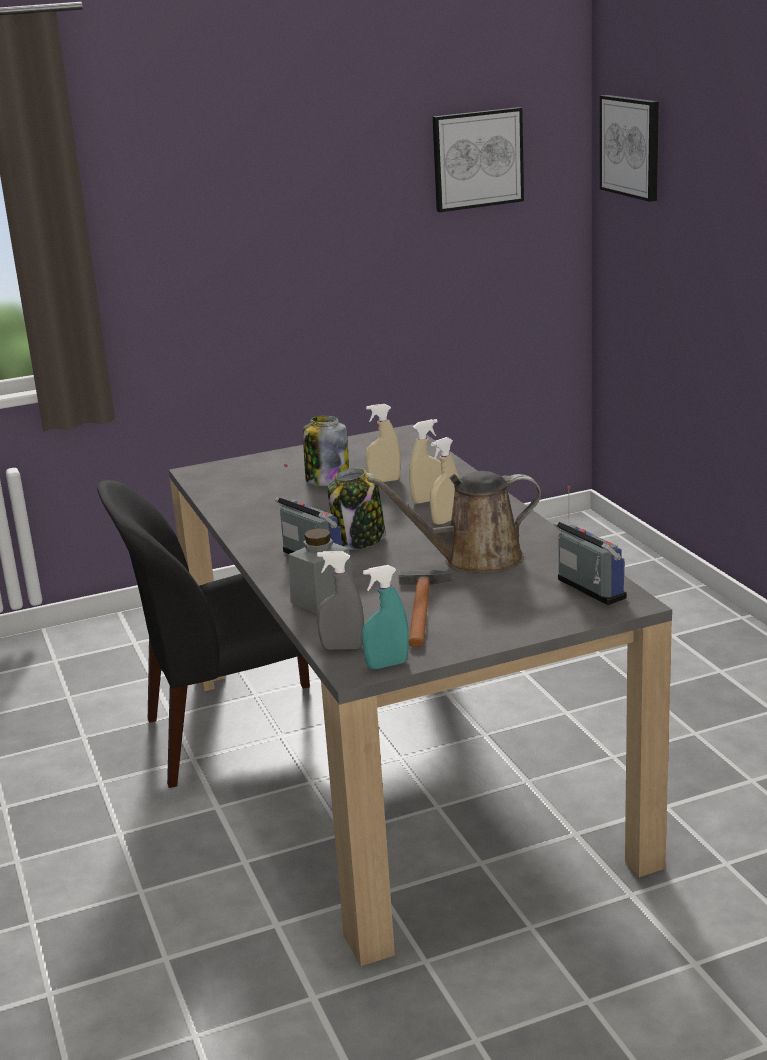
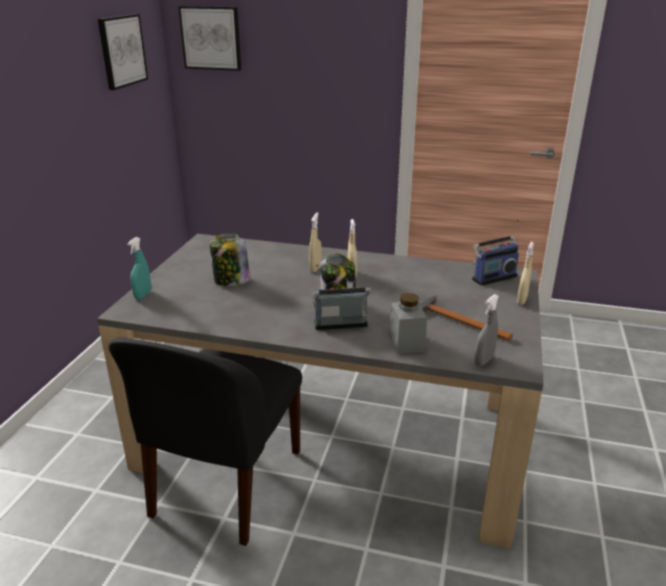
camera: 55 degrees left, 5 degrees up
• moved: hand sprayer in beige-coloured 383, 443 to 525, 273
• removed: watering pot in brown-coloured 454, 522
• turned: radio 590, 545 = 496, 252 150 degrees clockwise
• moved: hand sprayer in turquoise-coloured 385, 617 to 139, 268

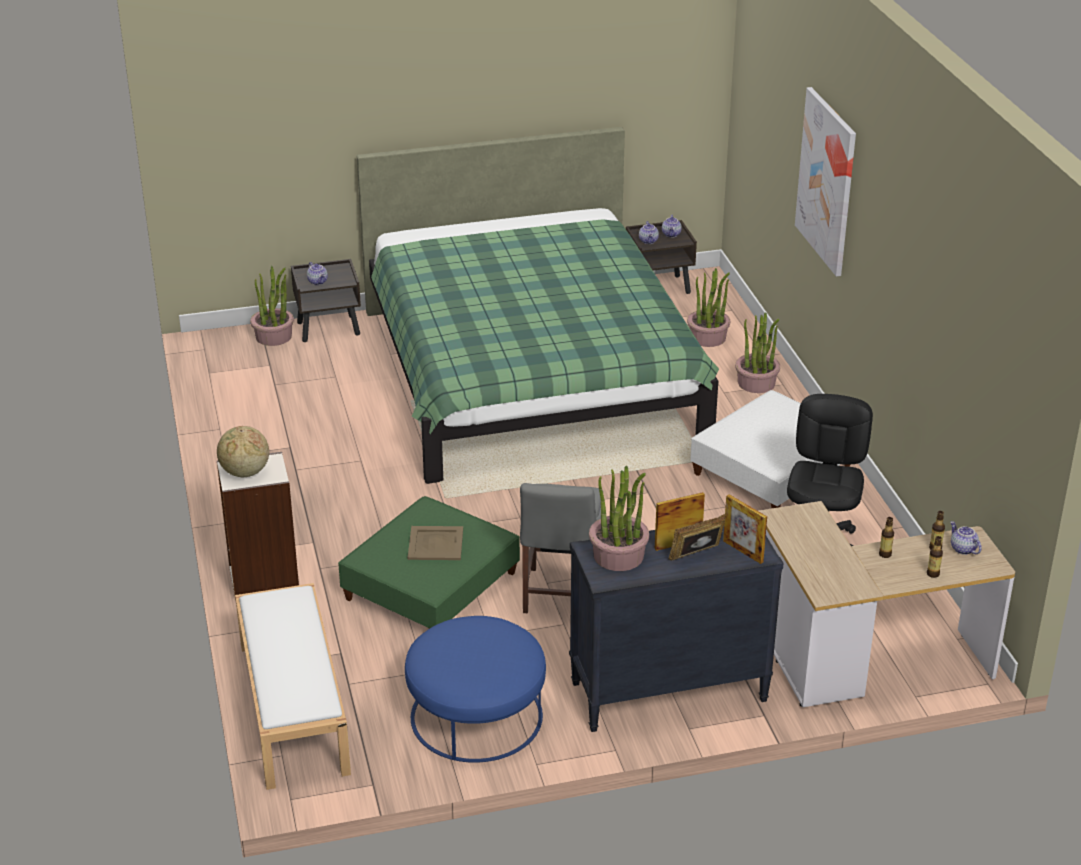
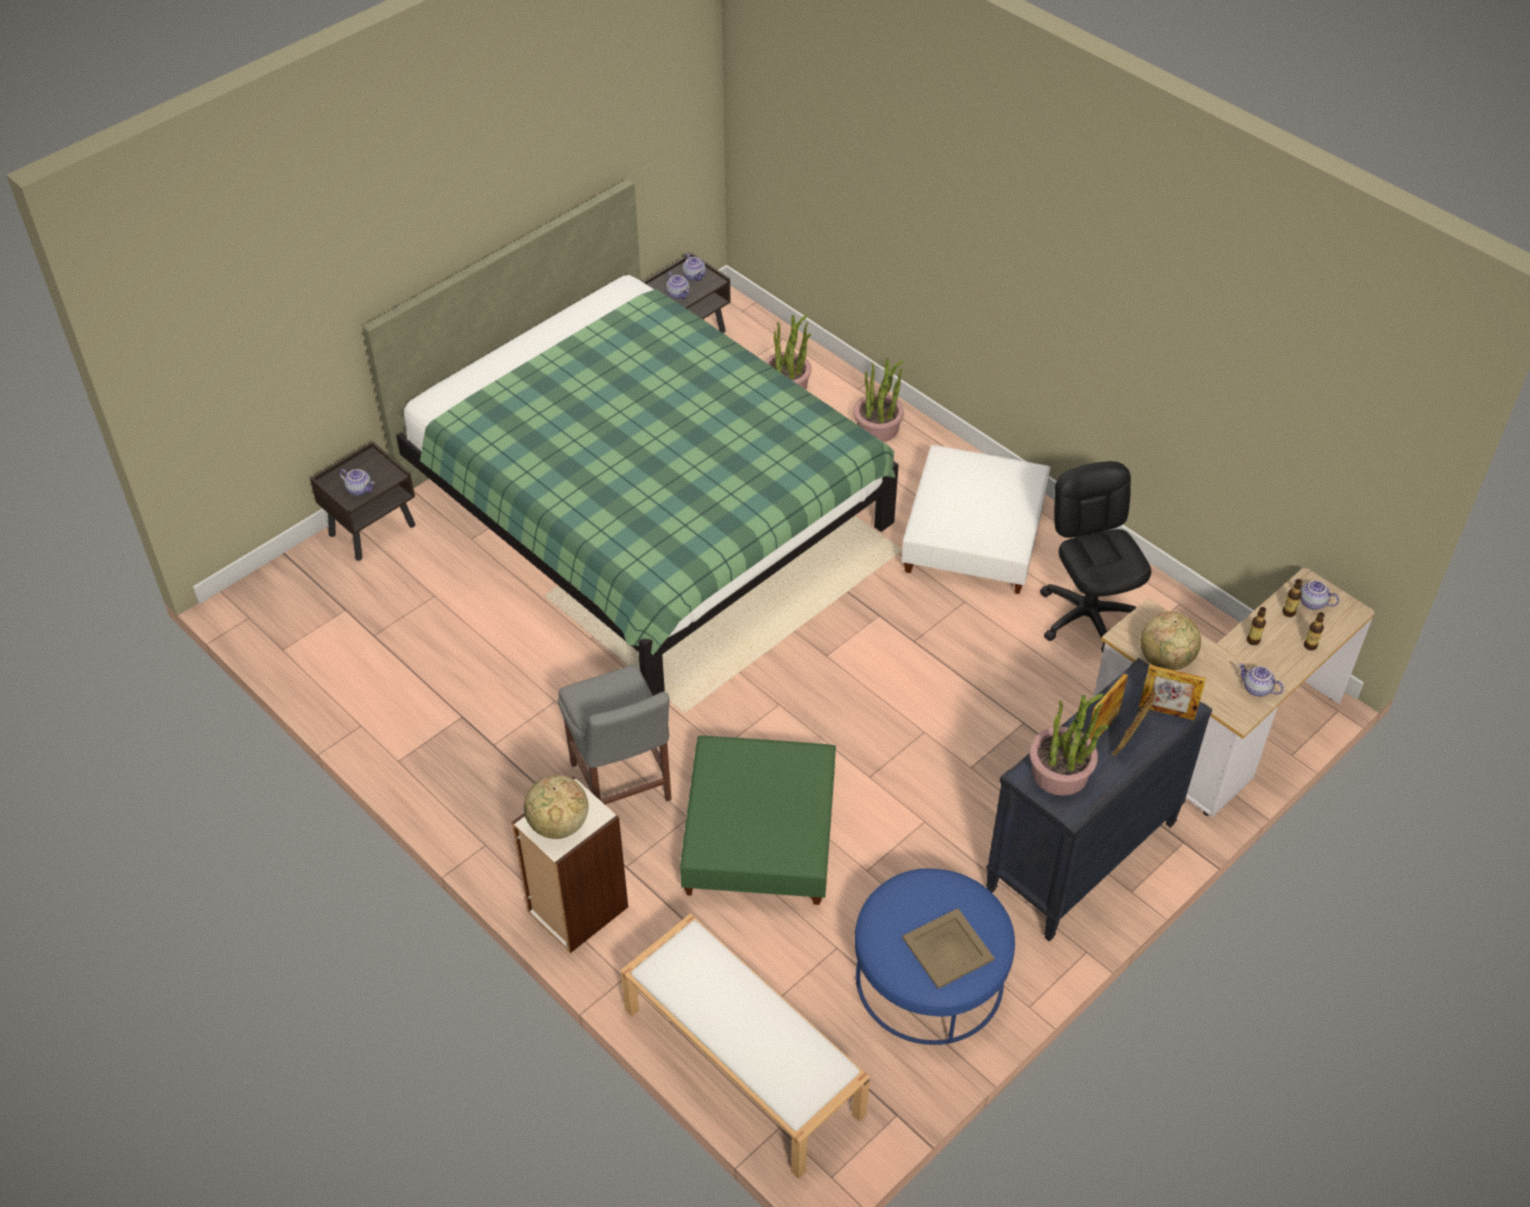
camera: 30 degrees left, 15 degrees up
• removed: picture 825, 182
• removed: plant in a pot 272, 306
• moved: plain chair in gray 562, 548 to 615, 735
• moved: carrying tray in beige-coloured 435, 543 to 948, 948
• added: world globe 1171, 641
• added: tea pot 1261, 679

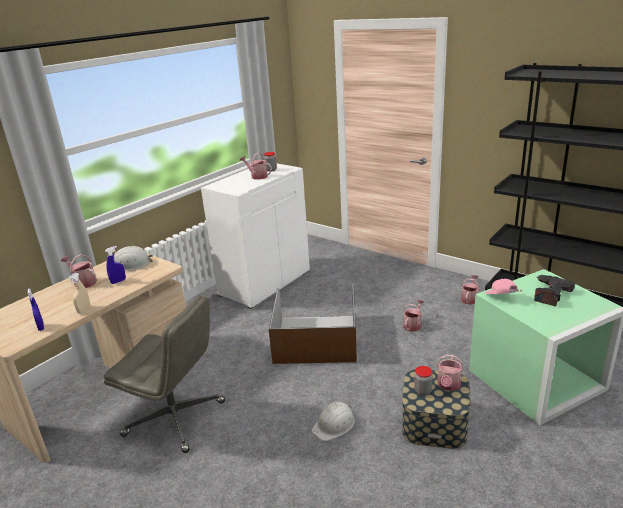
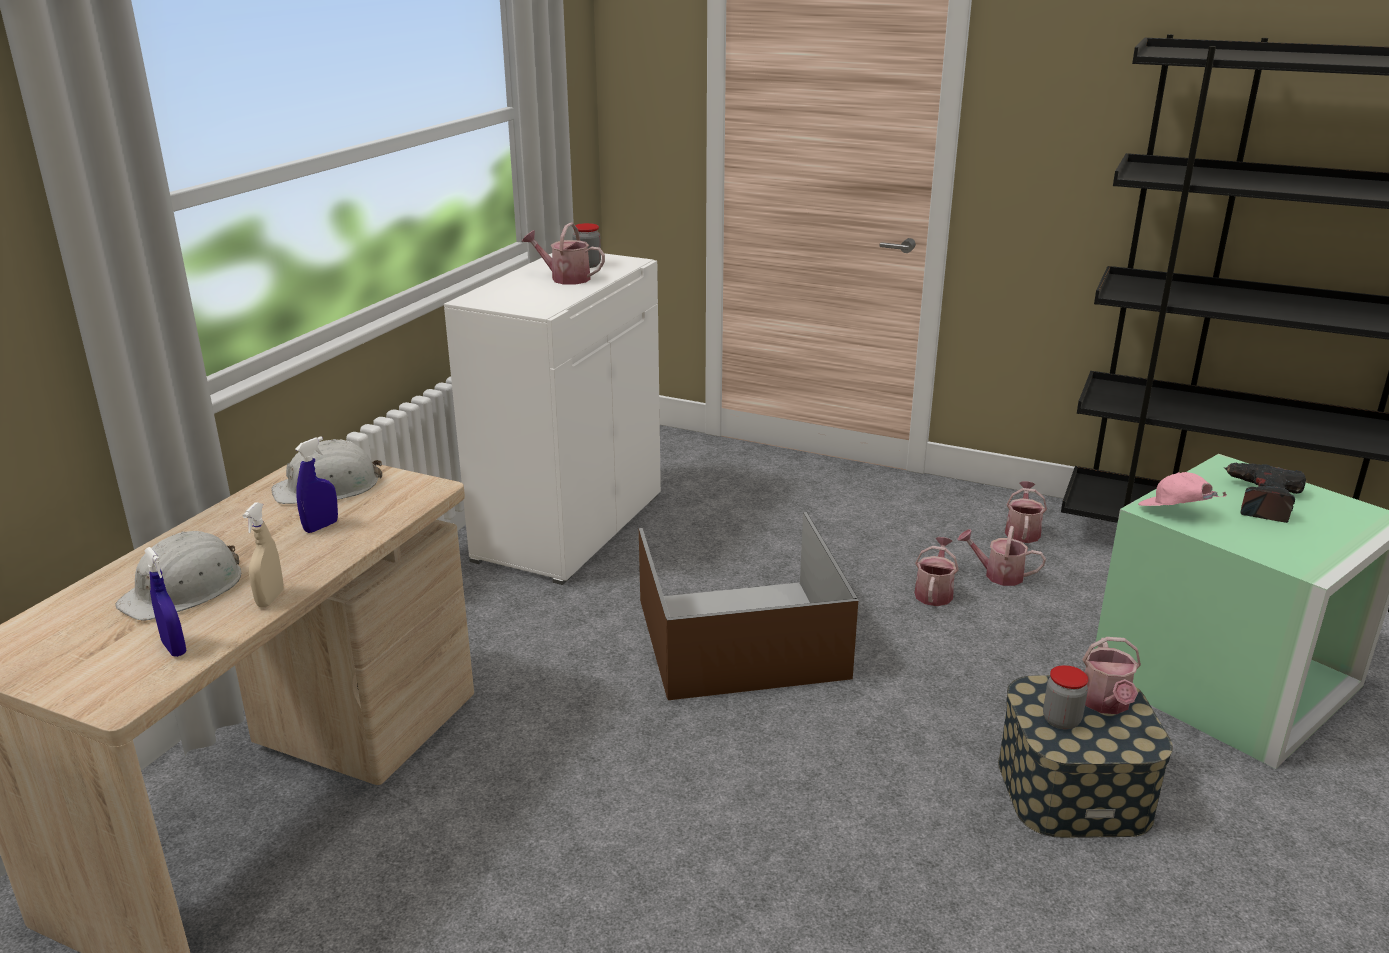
camera: 15 degrees left, 0 degrees up
• moved: watering pot 79, 271 to 1001, 556
• removed: computer chair in gray 164, 374
• moved: safety helmet in white-coloured 333, 421 to 178, 575

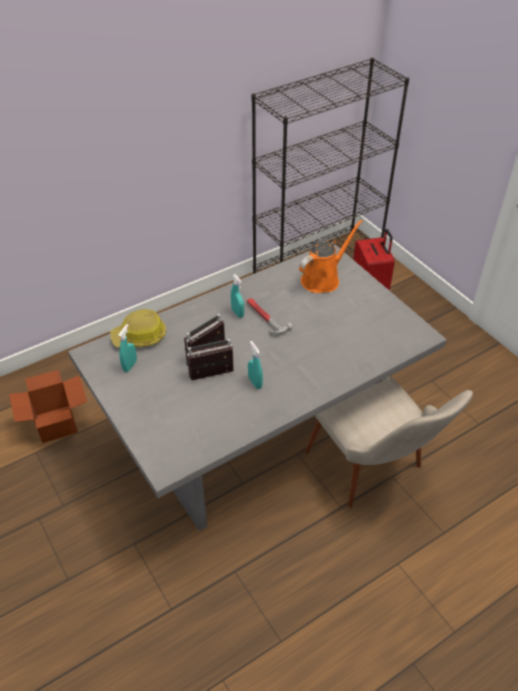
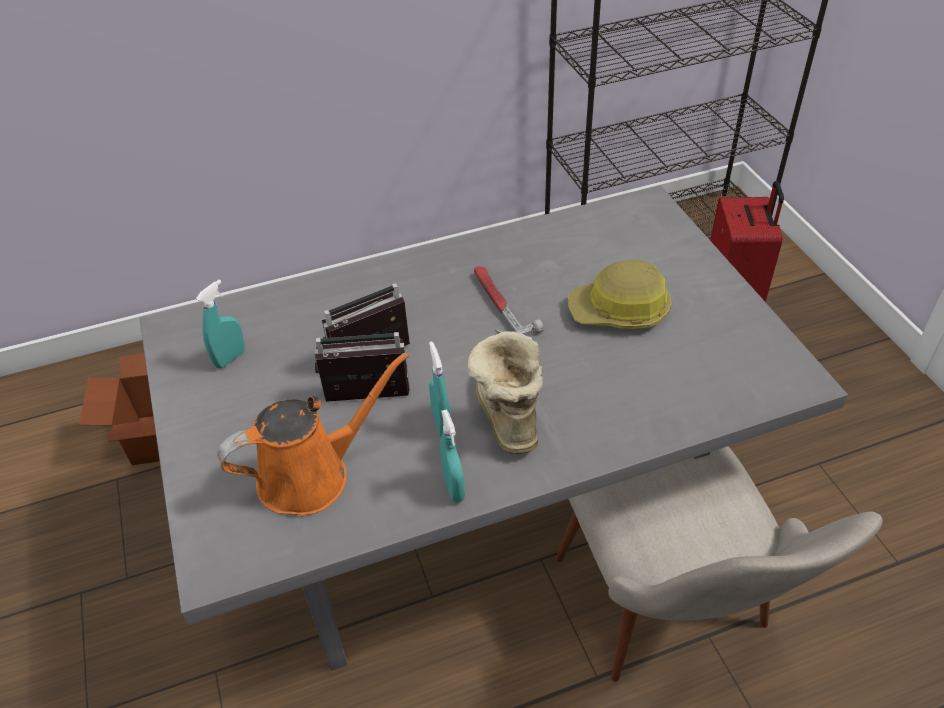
camera: 15 degrees right, 0 degrees up
• moved: watering pot in orange 331, 256 to 313, 433
• moved: hand sprayer in turquoise-coloured 237, 296 to 452, 456
• moved: safety helmet 138, 328 to 619, 294
• added: high-top boot 505, 392

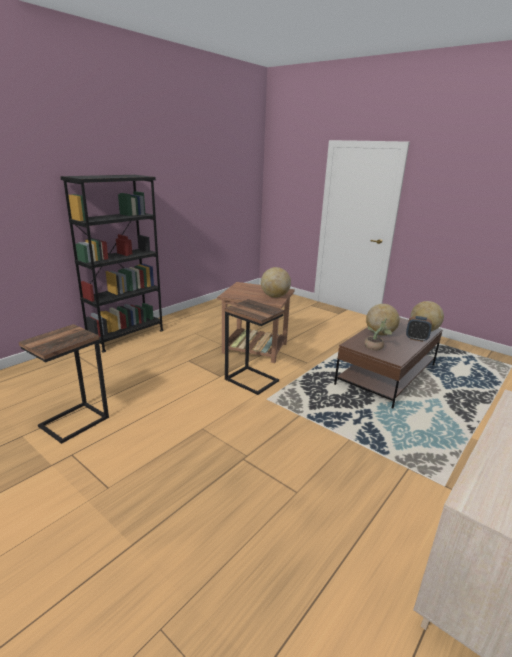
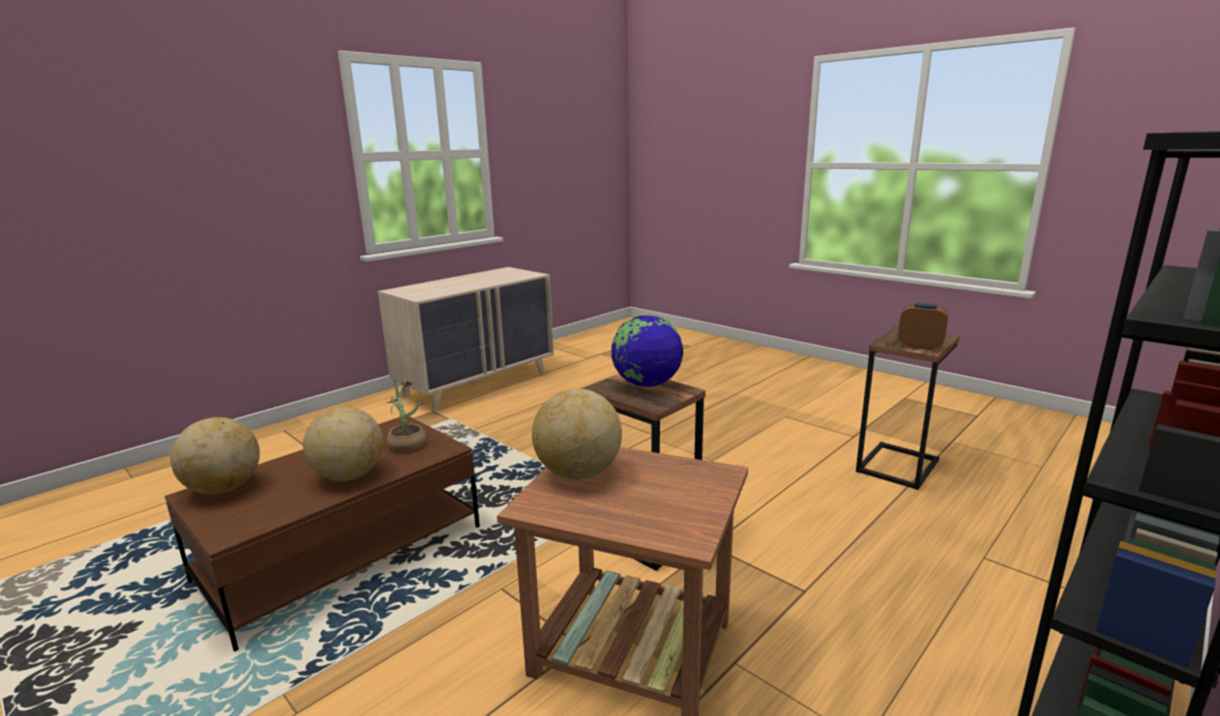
camera: 175 degrees left, 5 degrees down
• moved: table clock 419, 329 to 923, 326
• added: world globe 647, 351

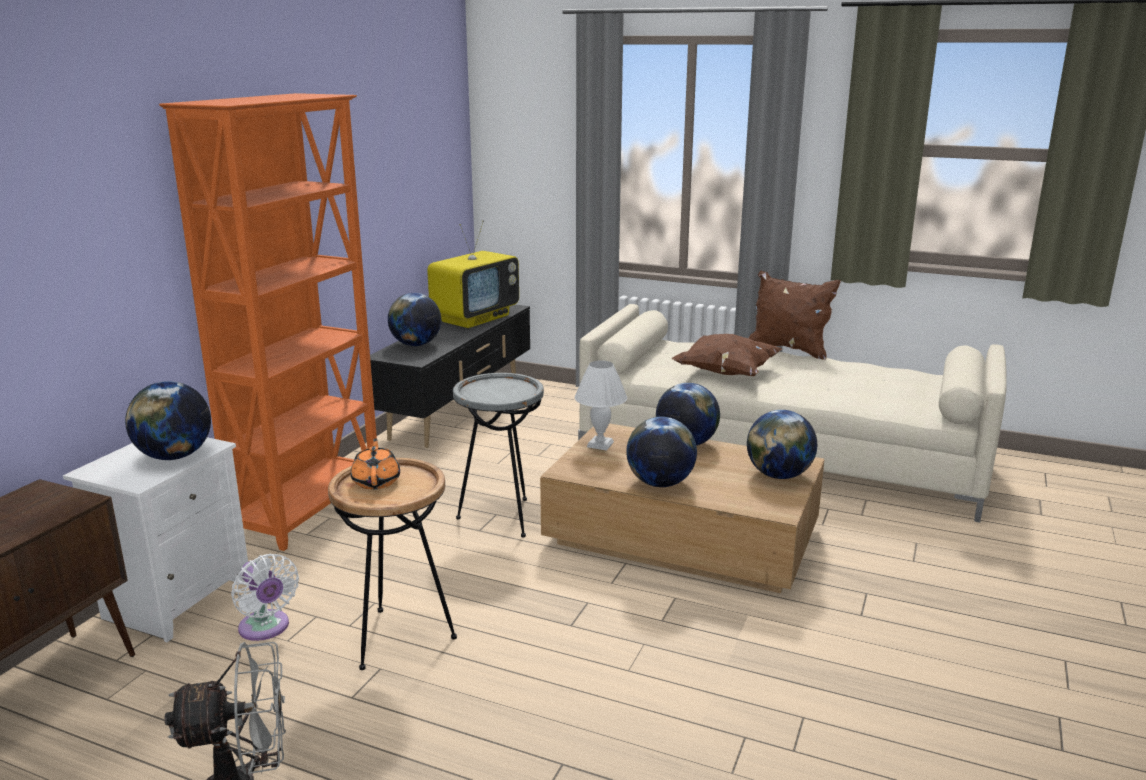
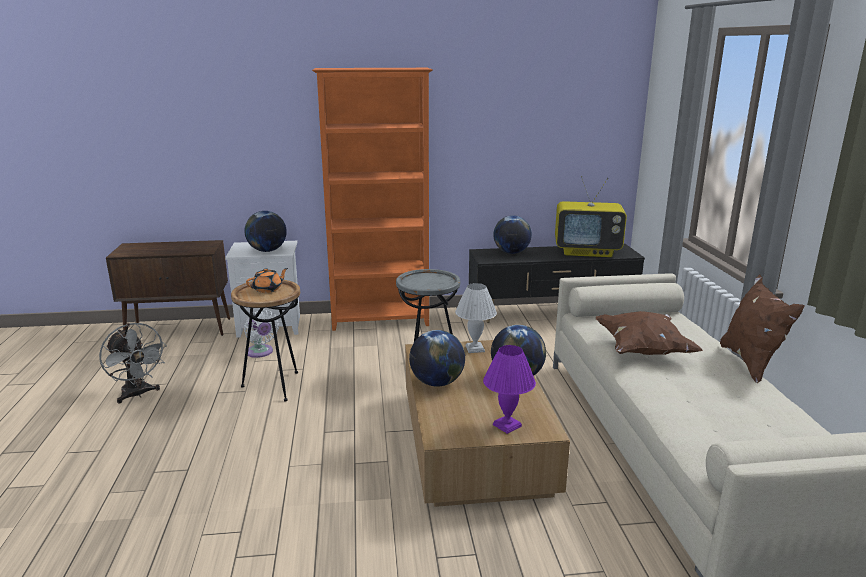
camera: 60 degrees right, 0 degrees up
• replaced: world globe 782, 444 to lamp for a table in purple-coloured 509, 389
• turned: cooling fan in white-coloured 265, 597 = 261, 334 60 degrees counterclockwise

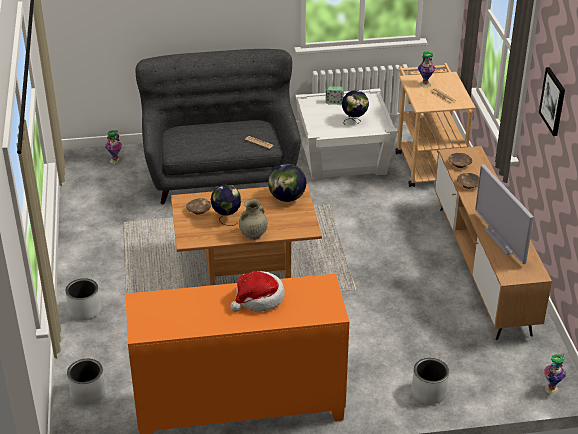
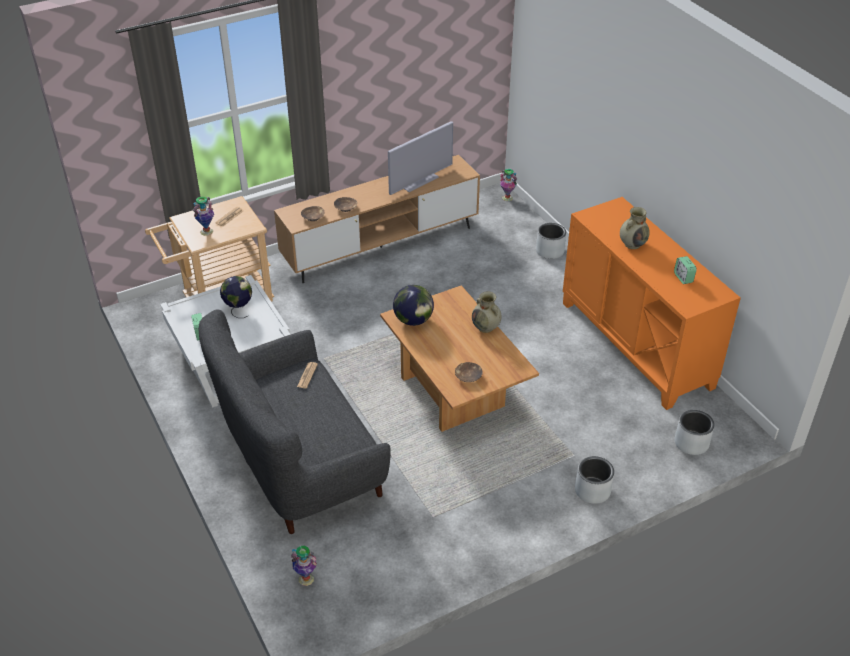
camera: 110 degrees left, 5 degrees up
• removed: picture 552, 101
• removed: world globe 226, 205
• replaced: hat 257, 291 to decorative vase in beige-coloured 635, 228
• added: table clock 685, 270

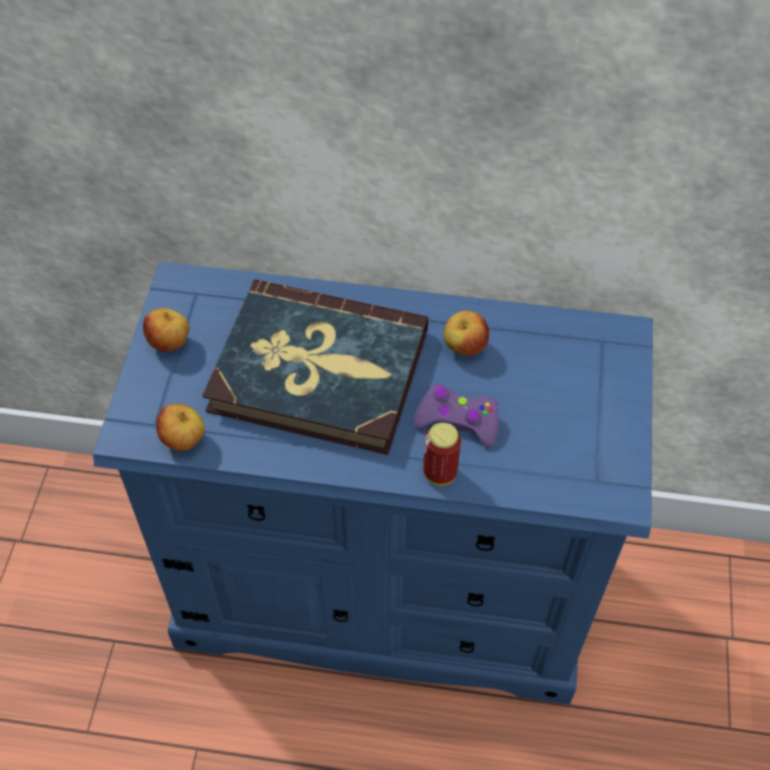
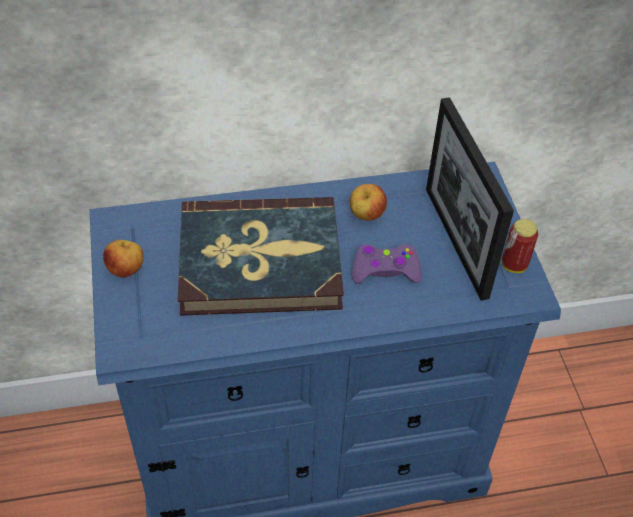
camera: 20 degrees left, 5 degrees down
• removed: apple 180, 427
• moved: sealed can 442, 454 to 520, 246
• added: picture frame 470, 199

